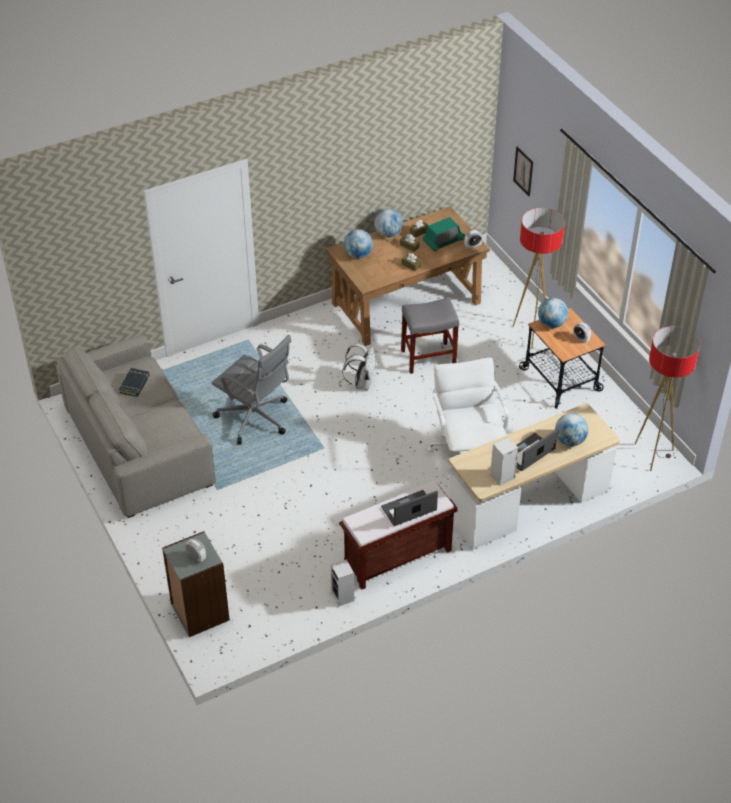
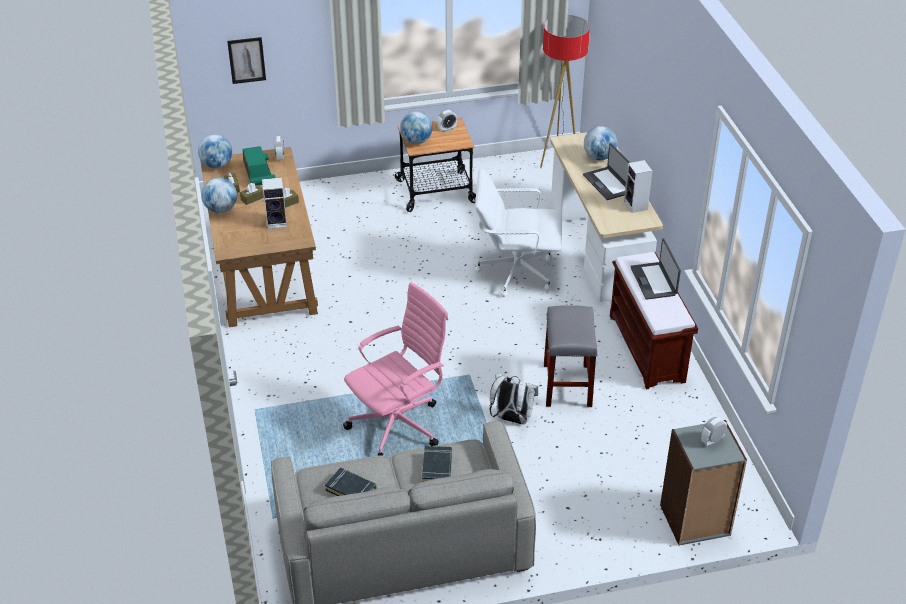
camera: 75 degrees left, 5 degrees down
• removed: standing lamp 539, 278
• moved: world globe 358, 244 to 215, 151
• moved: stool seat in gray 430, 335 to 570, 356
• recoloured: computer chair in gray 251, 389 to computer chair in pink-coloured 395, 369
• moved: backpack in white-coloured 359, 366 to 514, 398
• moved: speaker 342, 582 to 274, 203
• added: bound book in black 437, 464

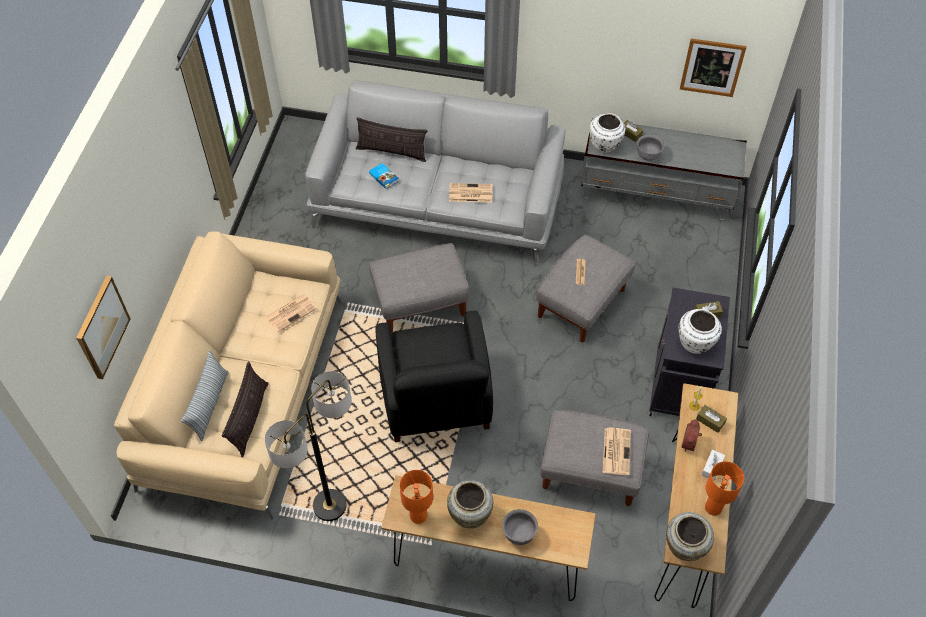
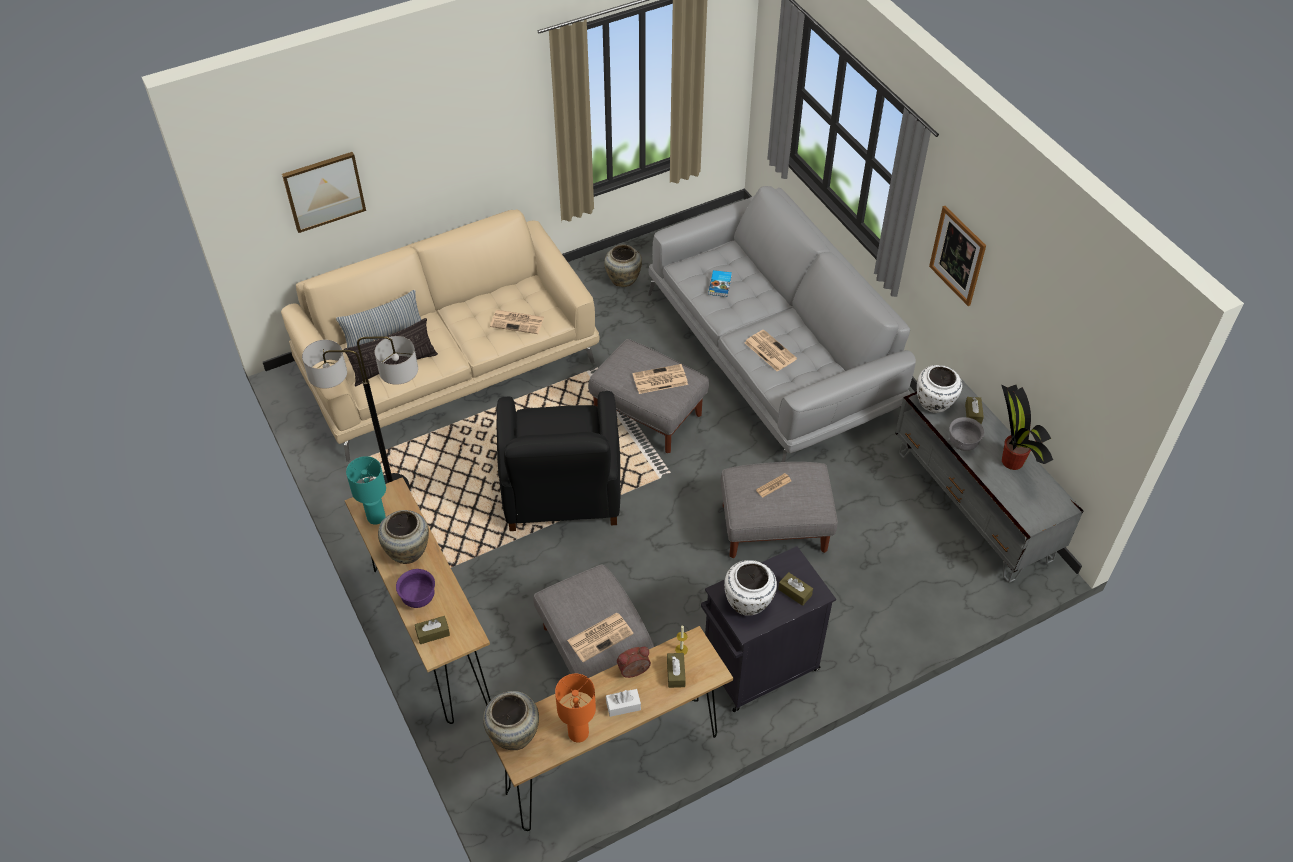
camera: 50 degrees right, 5 degrees down
• moved: picture 713, 67 to 957, 256
• removed: cushion 391, 139
• turned: lounge chair in black 434, 376 = 558, 461 45 degrees counterclockwise
• recoloured: lamp for a table in orange 416, 497 to lamp for a table in turquoise-coloured 366, 490
• recoloured: deep dish in gray 520, 527 to deep dish in purple-coloured 415, 588
• added: decorative vase in beige-coloured 623, 265
• added: daily paper 660, 379
• added: plant in a pot 1027, 427
• added: tissue holder in brown-coloured 432, 630

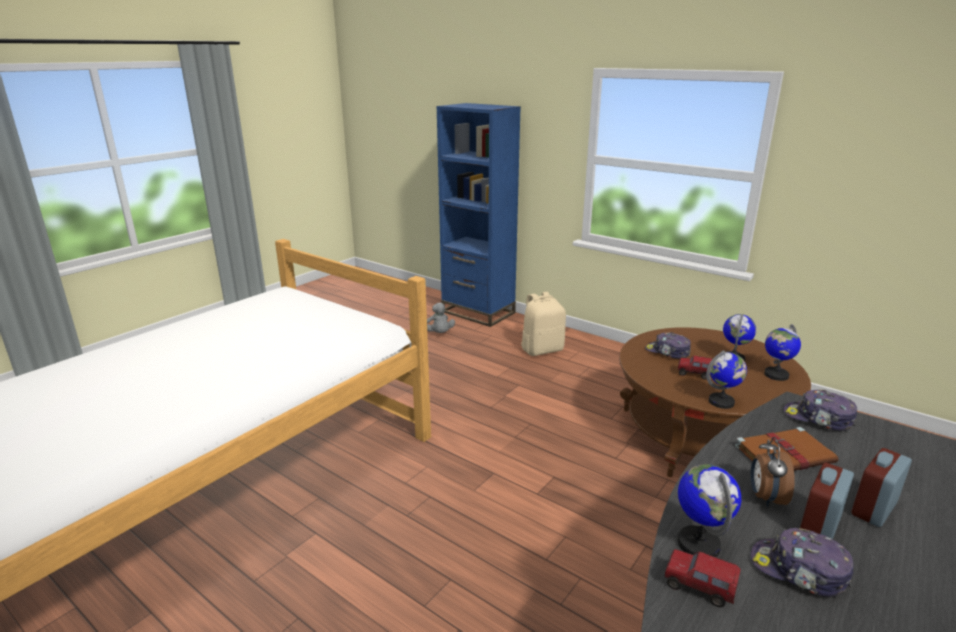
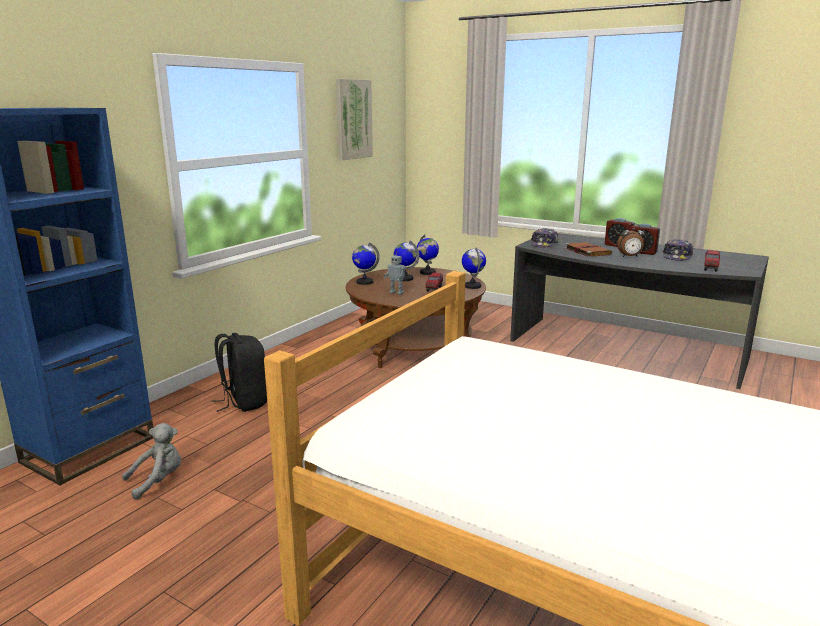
camera: 95 degrees left, 5 degrees down
• recoloured: backpack in beige-coloured 543, 324 to backpack in black 239, 372
• replaced: cap 668, 345 to toy robot 394, 273
• moved: world globe 710, 510 to 366, 263
• added: picture 354, 119

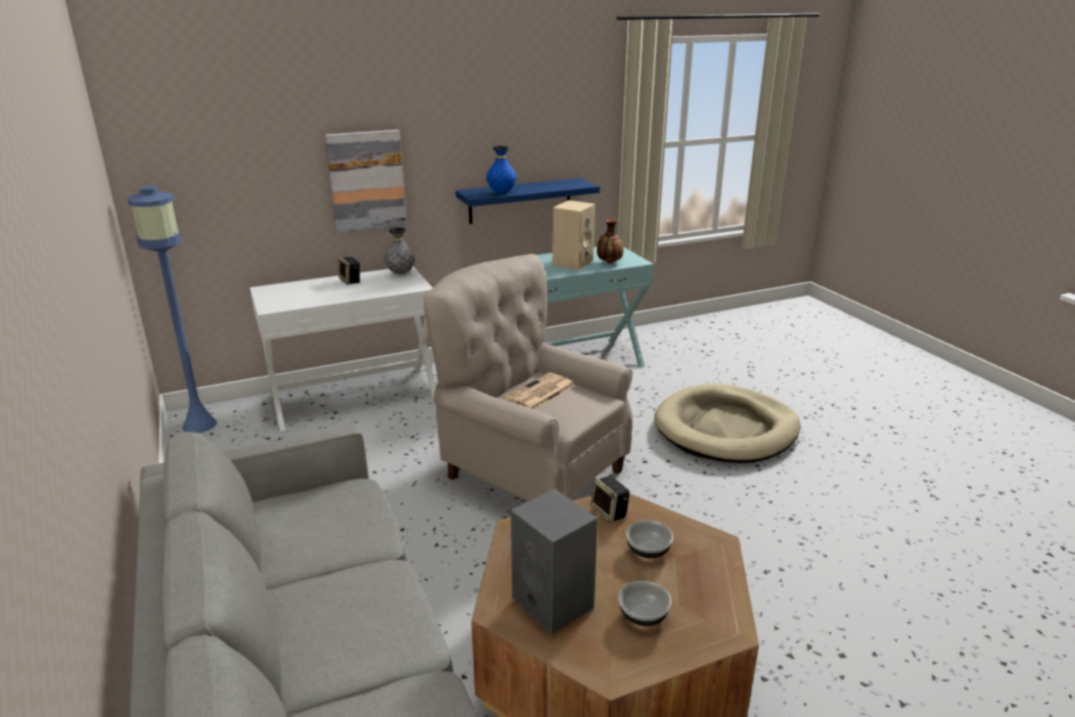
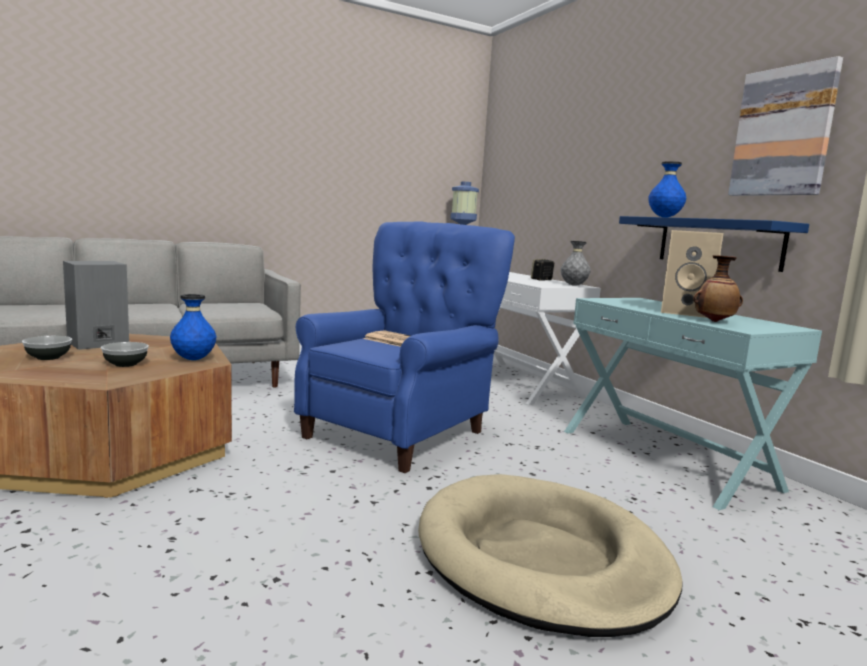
camera: 85 degrees right, 15 degrees down
• moved: picture 365, 181 to 785, 126
• recoloured: lounge chair in beige-coloured 528, 377 to lounge chair in blue 404, 347
• replaced: speaker 610, 499 to decorative vase in blue 193, 327

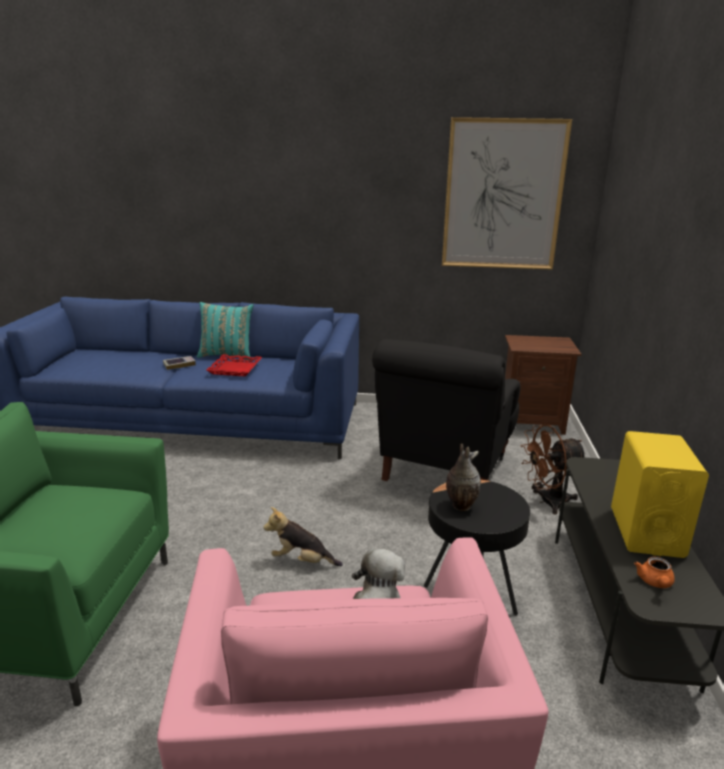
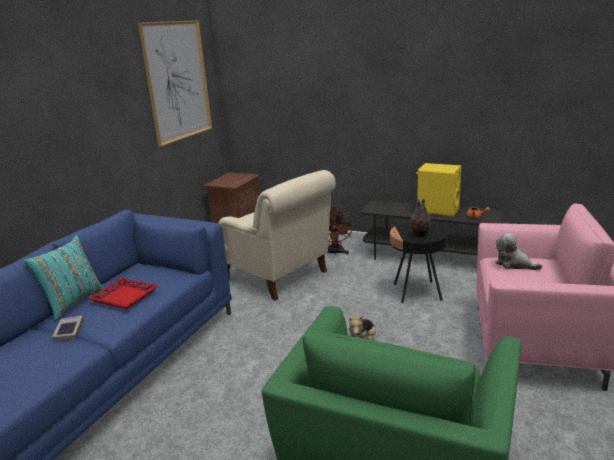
camera: 70 degrees left, 0 degrees up
• recoloured: lounge chair in black 446, 410 to lounge chair in beige-coloured 277, 235

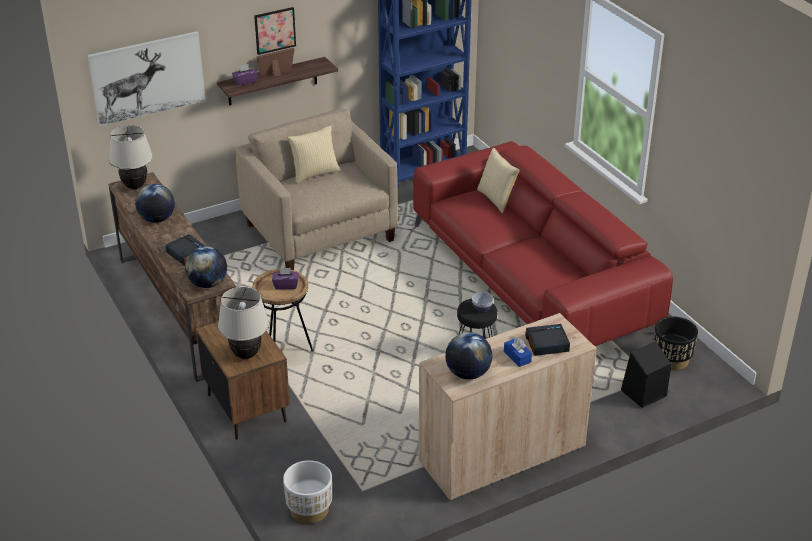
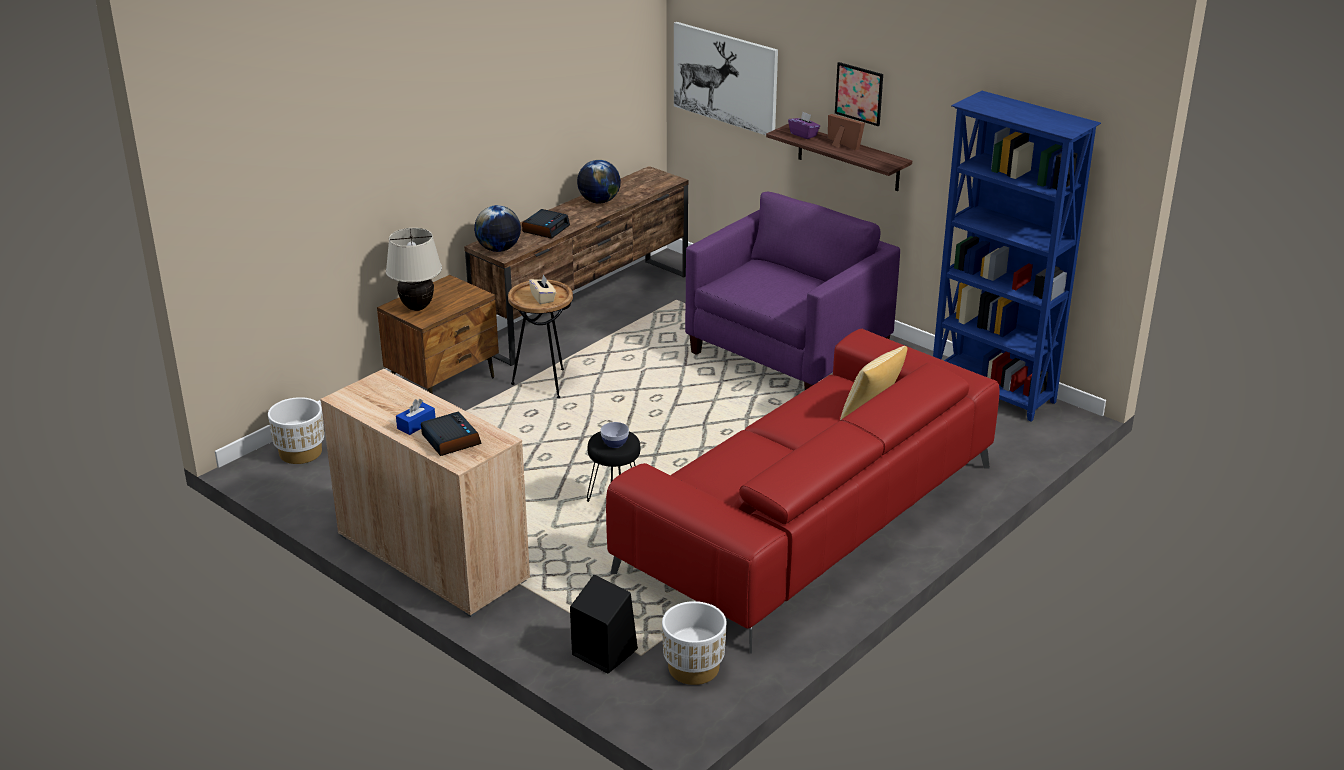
camera: 70 degrees right, 5 degrees down
• recoloured: lounge chair in beige-coloured 317, 189 to lounge chair in purple-coloured 792, 291
• removed: lamp for a table in beige-coloured 131, 157
• removed: cushion 314, 154
• recoloured: tissue holder in purple-coloured 285, 279 to tissue holder in beige-coloured 542, 289
• recoloured: plant pot in black 676, 343 to plant pot in white-coloured 694, 643
• removed: world globe 468, 355

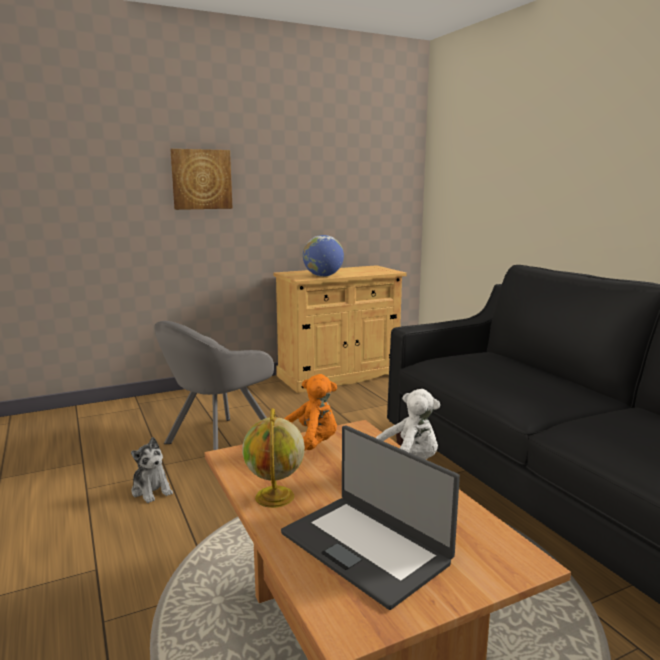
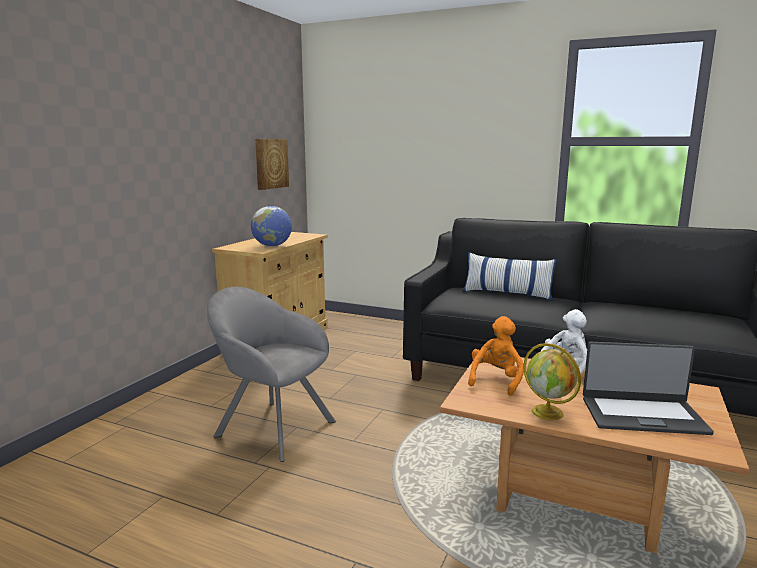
camera: 40 degrees left, 0 degrees up
• moved: picture 201, 179 to 272, 164
• turned: lounge chair in gray 214, 385 = 271, 374 120 degrees clockwise
• removed: cuddly toy 152, 470
• added: cushion 509, 276

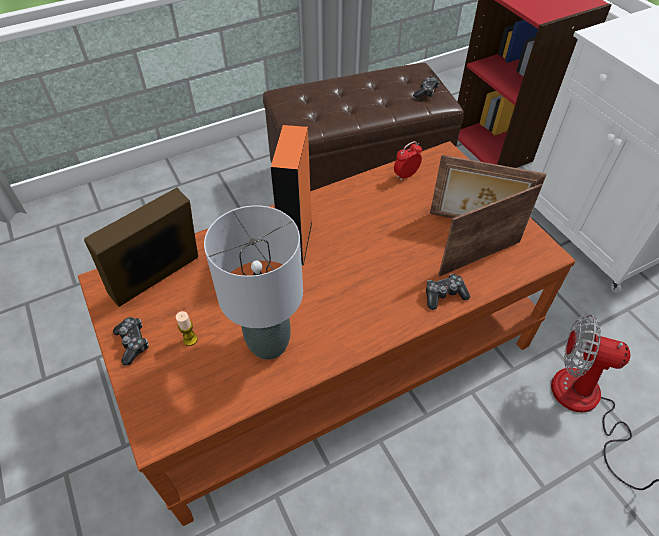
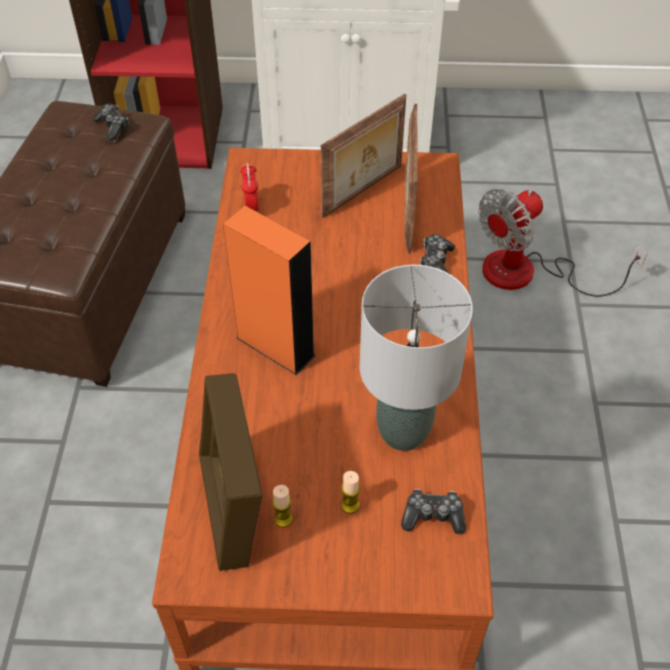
camera: 60 degrees left, 0 degrees up
• moved: game controller 131, 341 to 433, 511
• added: wax candle 282, 506

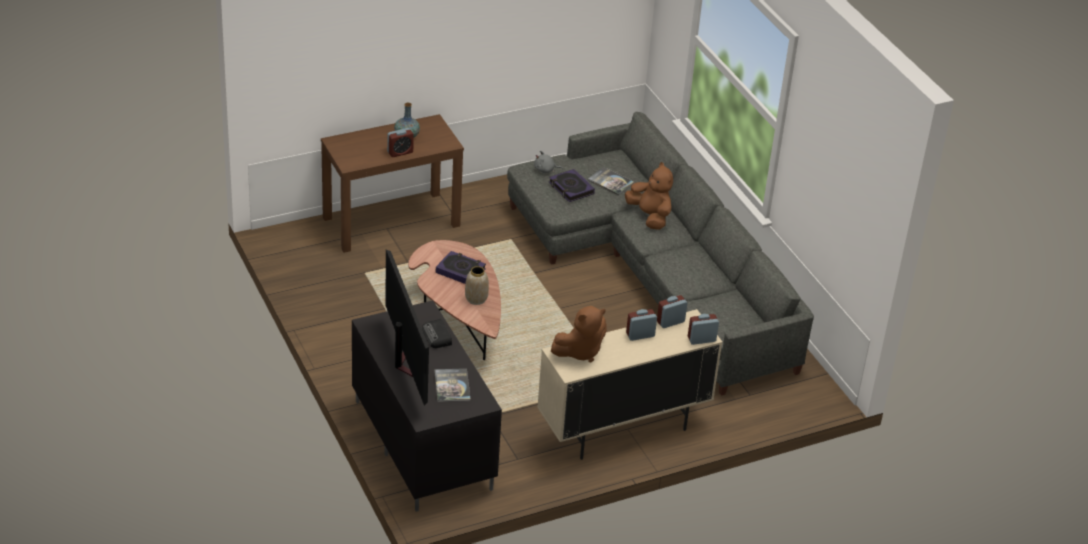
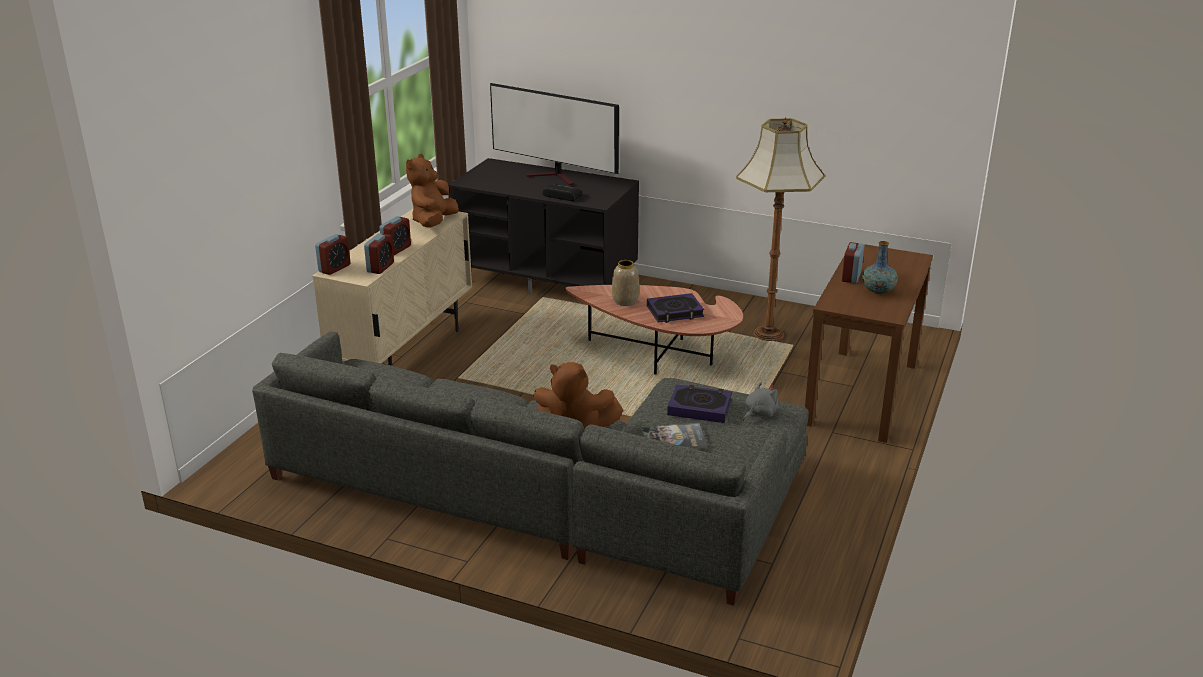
camera: 140 degrees right, 10 degrees down
• removed: bound book 452, 385
• added: standing lamp 780, 229

